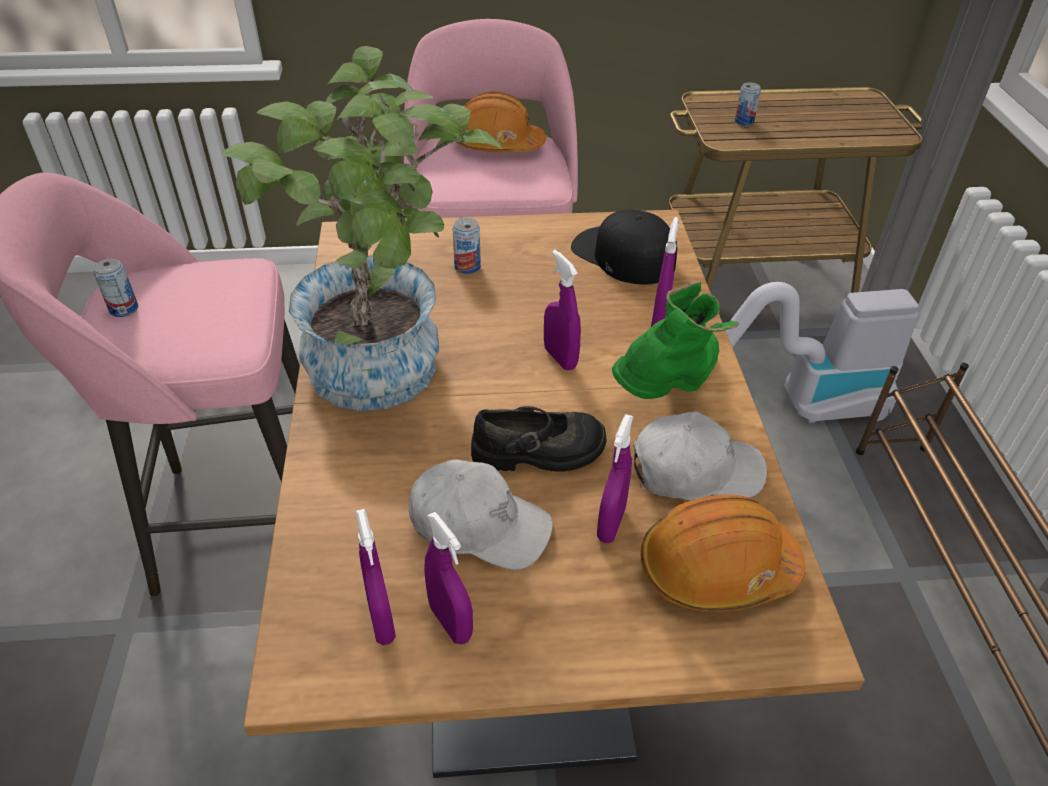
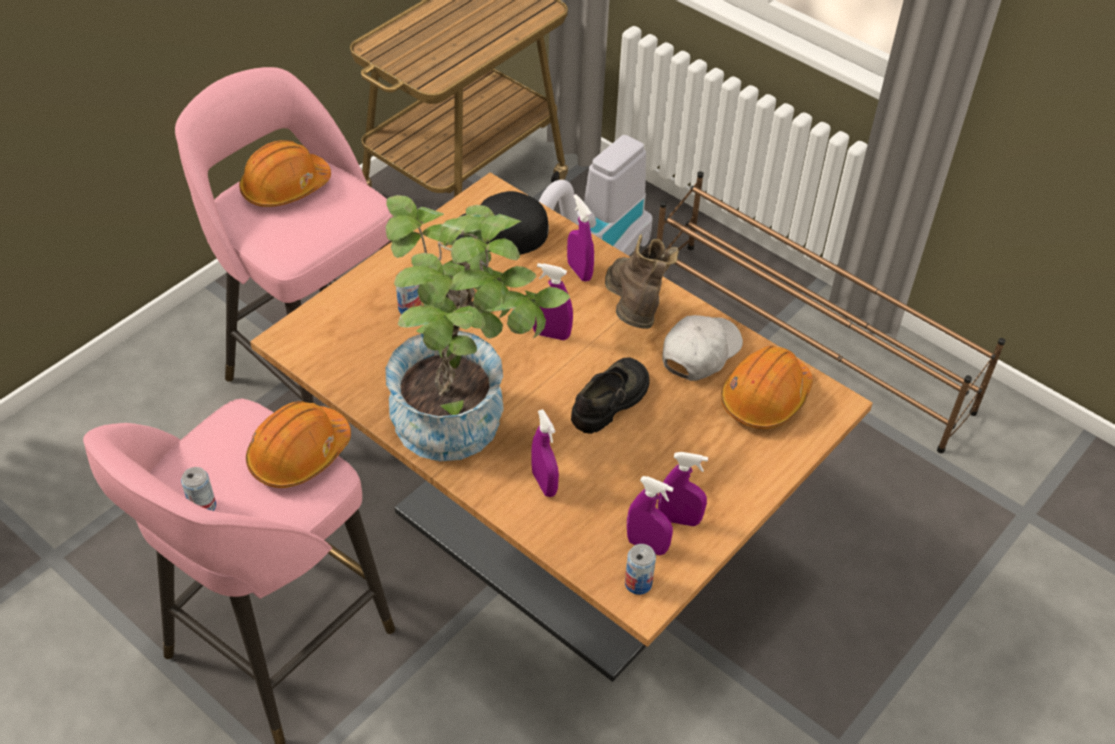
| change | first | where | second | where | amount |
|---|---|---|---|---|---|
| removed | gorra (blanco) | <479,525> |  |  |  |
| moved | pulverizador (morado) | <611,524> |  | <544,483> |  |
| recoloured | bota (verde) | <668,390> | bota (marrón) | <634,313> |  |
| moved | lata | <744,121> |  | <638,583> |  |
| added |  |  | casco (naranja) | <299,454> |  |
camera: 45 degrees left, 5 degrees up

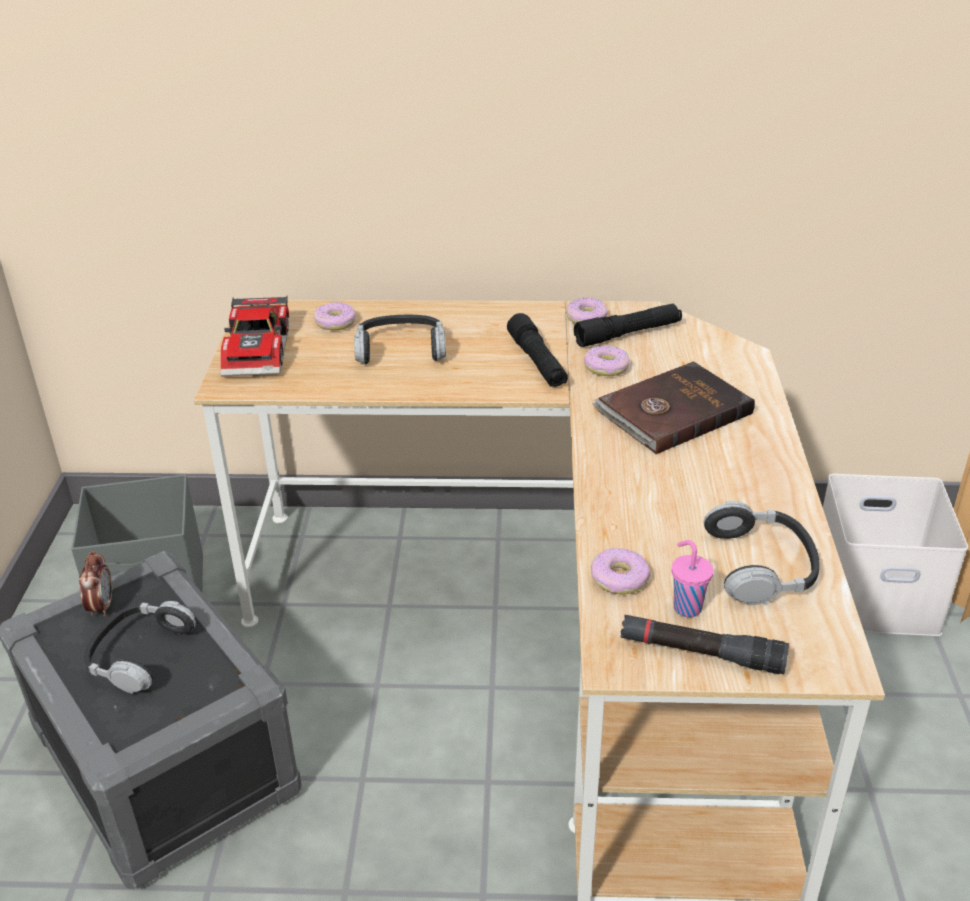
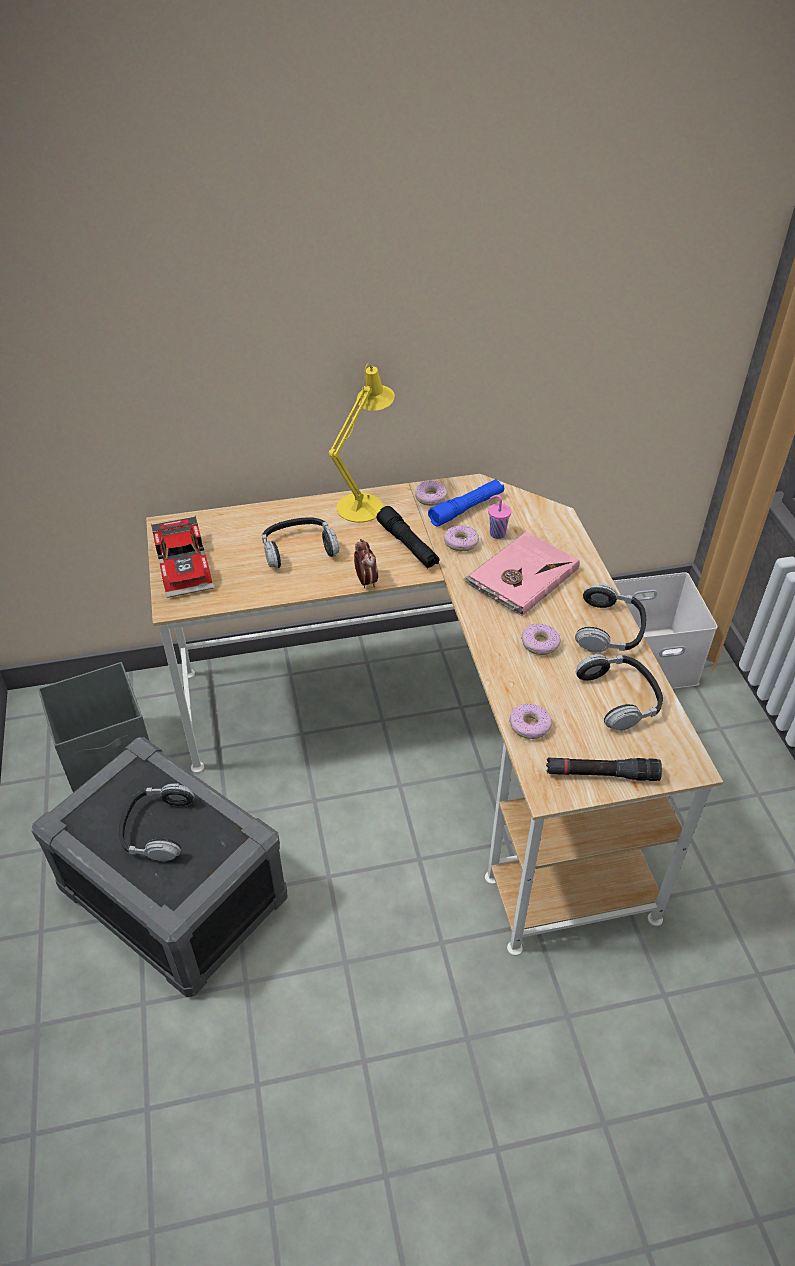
| change | first | where | second | where | amount |
|---|---|---|---|---|---|
| moved | despertador | <101,606> |  | <366,581> |  |
| moved | rosquilla | <335,322> |  | <540,644> |  |
| recoloured | linterna (negro) | <628,334> | linterna (azul) | <466,509> |  |
| recoloured | libro (marrón) | <672,412> | libro (rosa) | <521,576> |  |
| moved | taza (rosa) | <686,607> |  | <496,533> |  |
| added |  |  | lámpara de mesa (amarillo) | <364,504> |  |
| added |  |  | auriculares | <610,629> |  |
camera: 15 degrees left, 10 degrees up

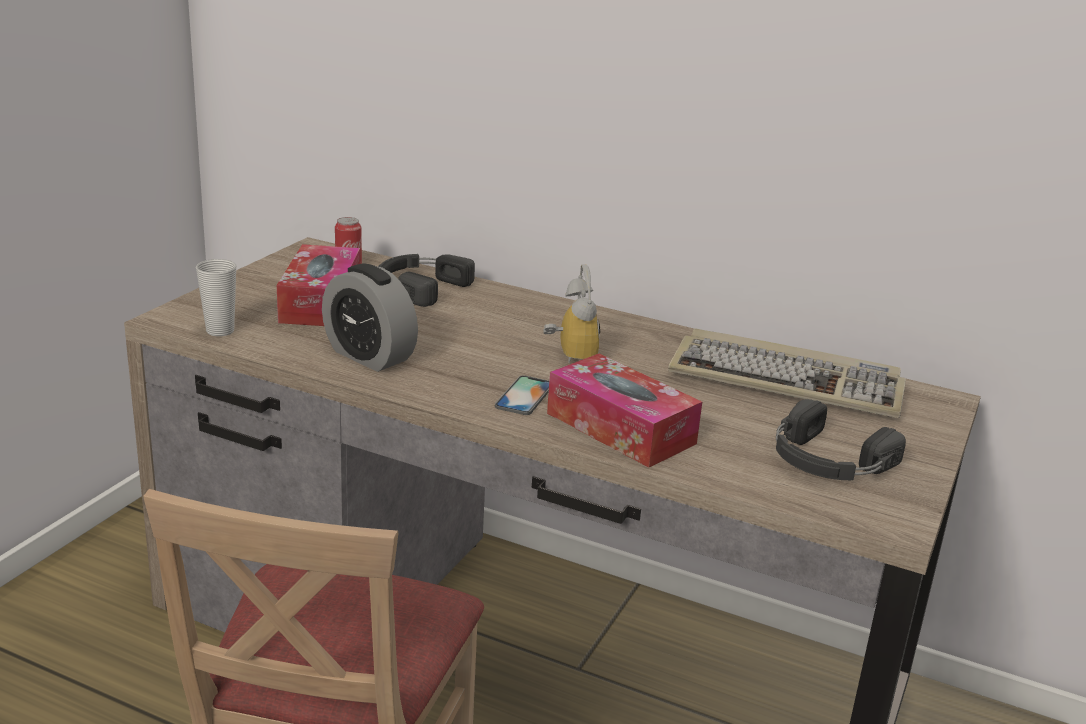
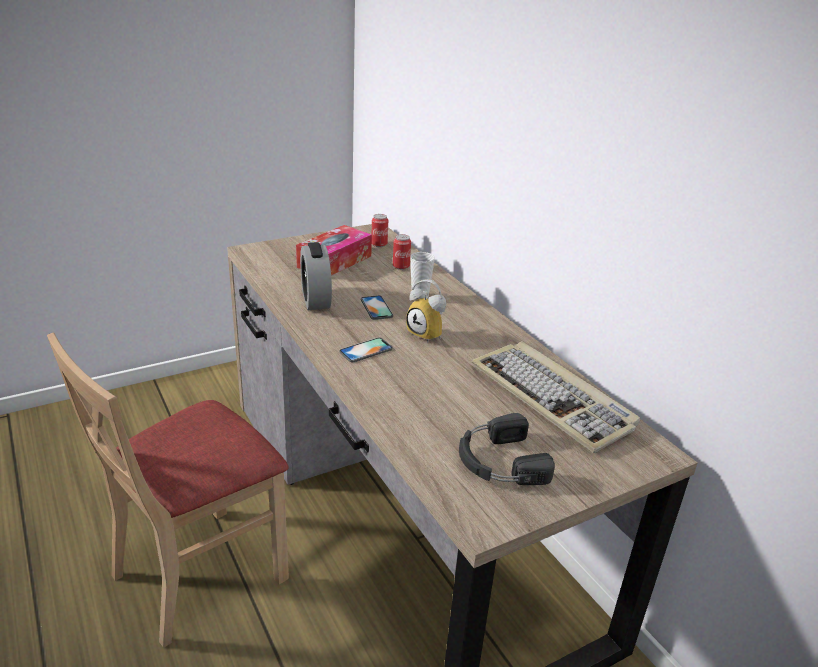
| change | first | where | second | where | amount |
|---|---|---|---|---|---|
| moved | taza | <220,331> |  | <420,296> |  |
| replaced | auriculares (negro) | <418,286> | lata | <401,266> |  |
| turned | despertador | <568,355> |  | <428,334> | 105 degrees clockwise |
| removed | caja de pañuelos | <620,428> |  |  |  |
| added |  |  | móvil | <376,308> |  |
camera: 35 degrees right, 5 degrees up

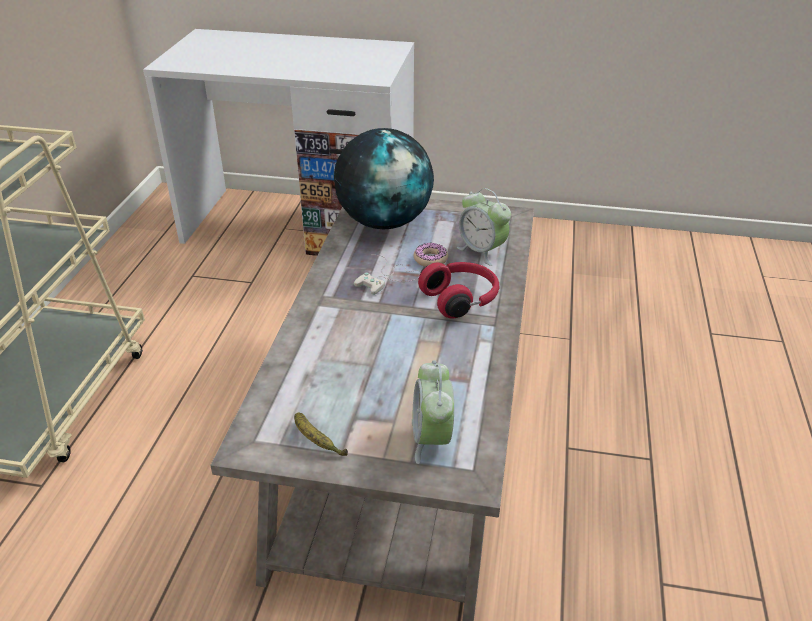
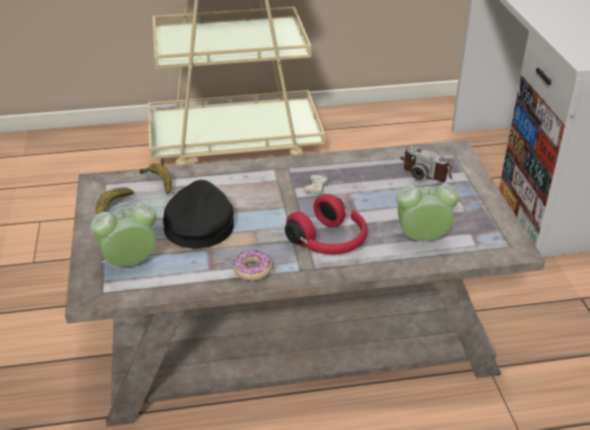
| change | first | where | second | where | amount |
|---|---|---|---|---|---|
| replaced | globo terráqueo | <384,222> | cámara | <427,170> |  |
| moved | rosquilla | <430,259> |  | <252,270> |  |
| turned | despertador | <482,251> |  | <422,239> | 60 degrees clockwise |
| added |  |  | plátano | <159,182> |  |
| added |  |  | gorra (negro) | <199,223> |  |
camera: 70 degrees right, 0 degrees up

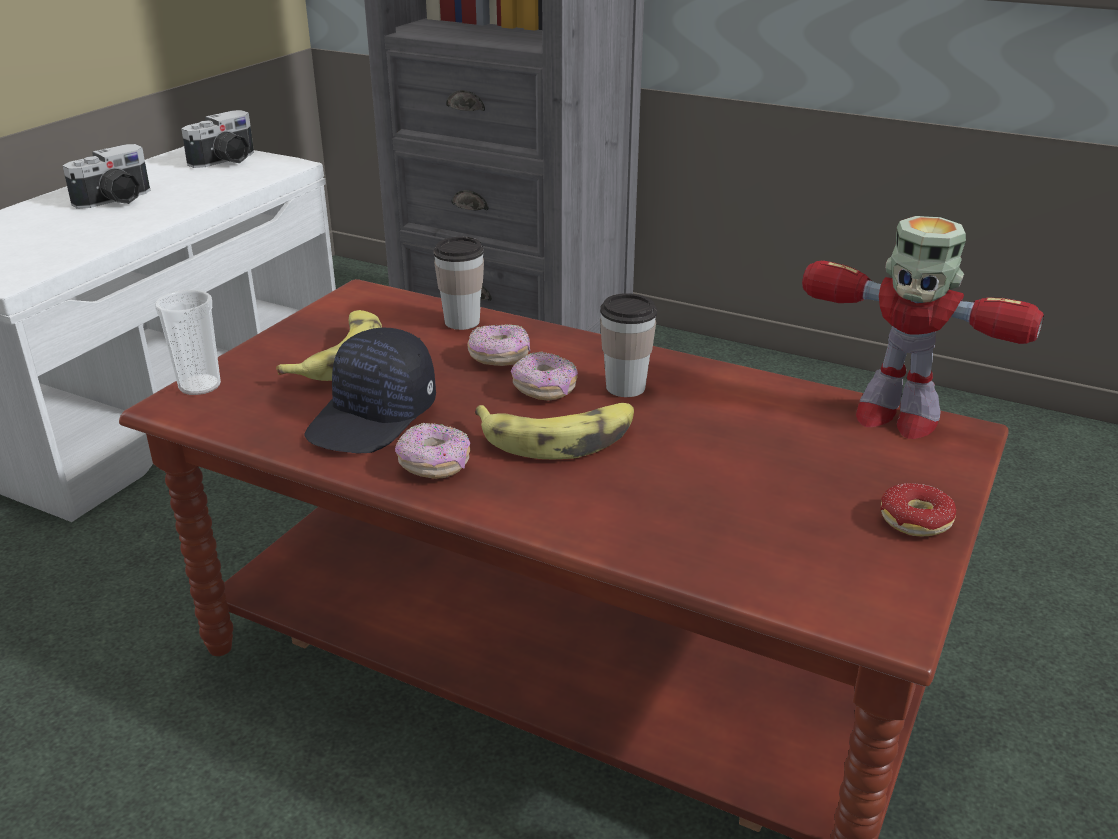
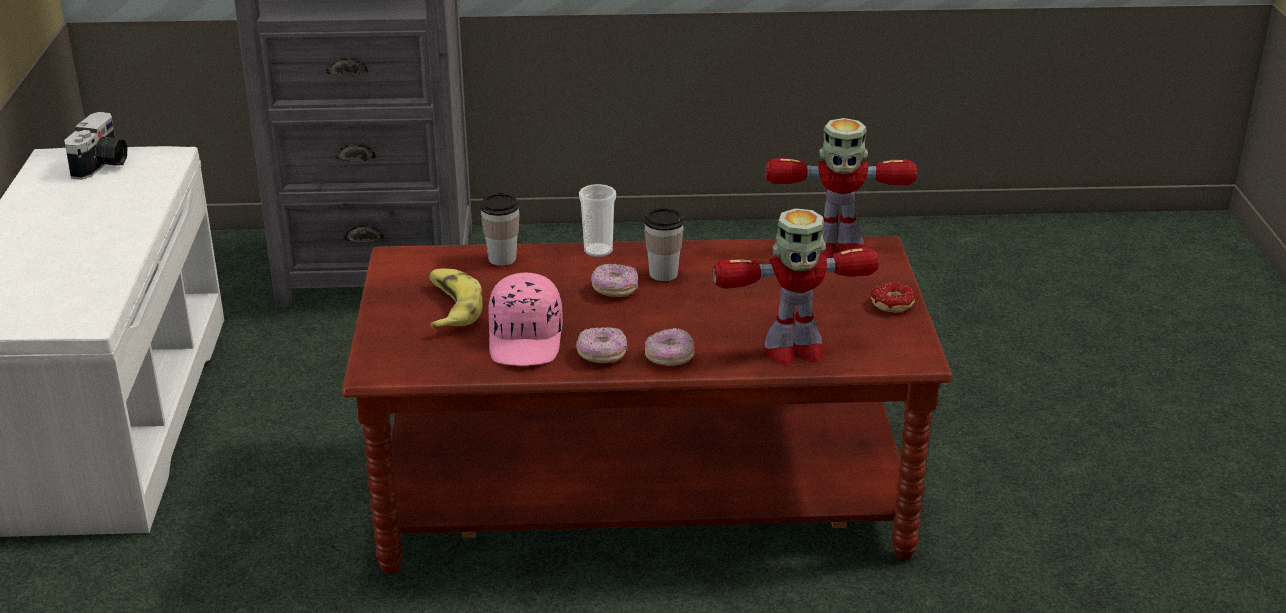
| change | first | where | second | where | amount |
|---|---|---|---|---|---|
| removed | cámara | <117,200> |  |  |  |
| moved | taza | <200,386> |  | <598,250> |  |
| recoloured | gorra (negro) | <374,418> | gorra (rosa) | <527,339> |  |
| moved | rosquilla | <499,358> |  | <669,358> |  |
| removed | plátano | <559,438> |  |  |  |
| added |  |  | robot de juguete | <792,350> |  |
camera: 30 degrees left, 0 degrees up

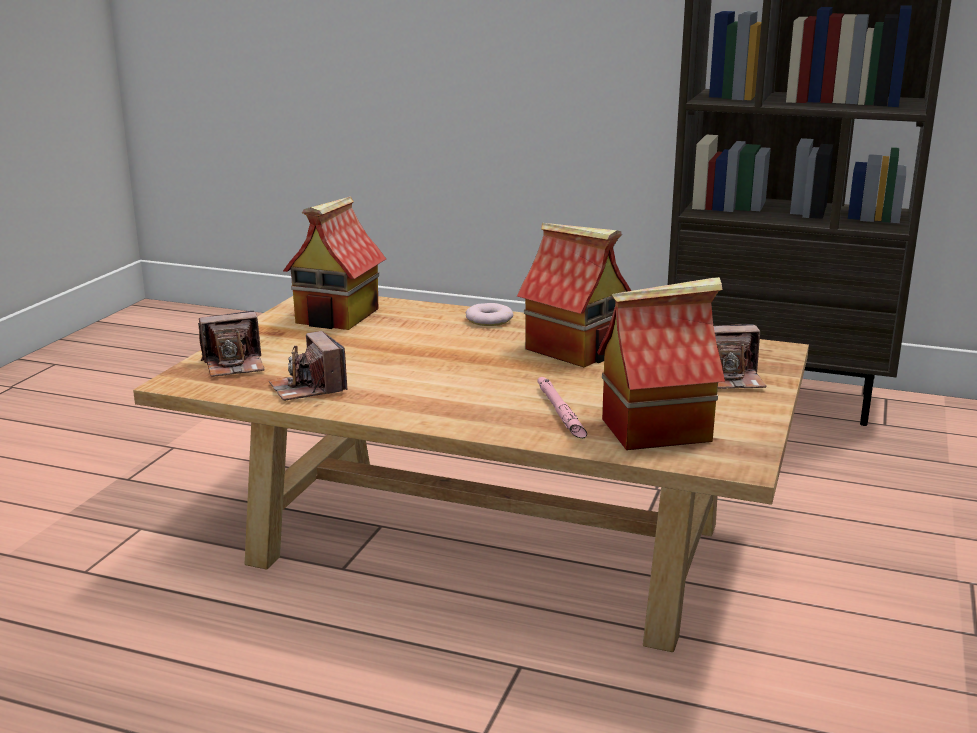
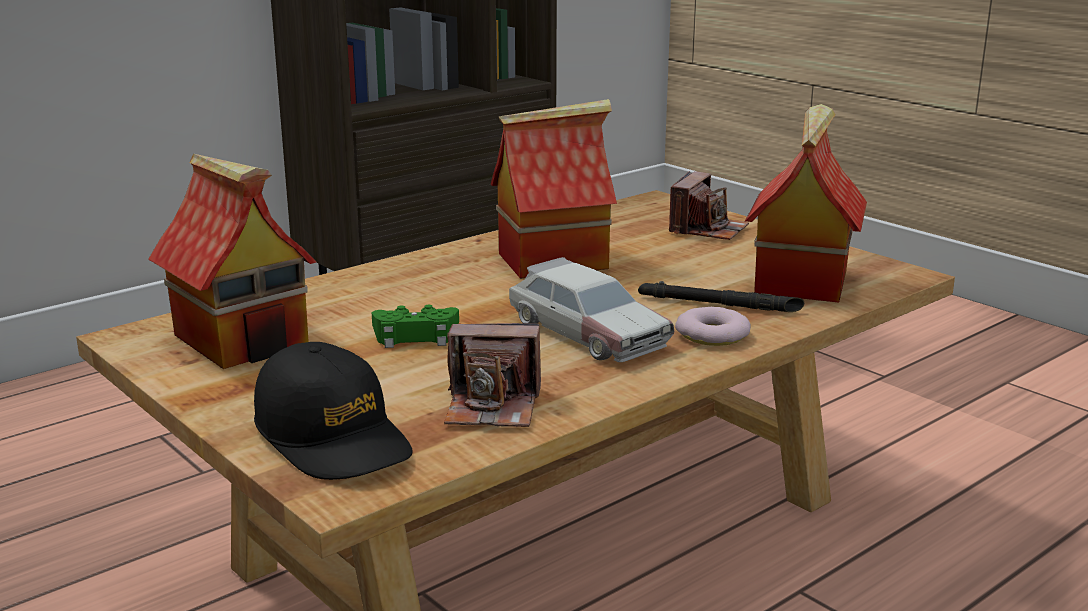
| change | first | where | second | where | amount |
|---|---|---|---|---|---|
| replaced | cámara | <234,365> | gorra (negro) | <333,437> |  |
| moved | rosquilla | <488,320> |  | <712,334> |  |
| recoloured | linterna (rosa) | <560,412> | linterna (negro) | <719,304> |  |
| added |  |  | mando de consola (verde) | <415,336> |  |
| added |  |  | coche de juguete | <586,332> |  |
camera: 60 degrees left, 0 degrees up

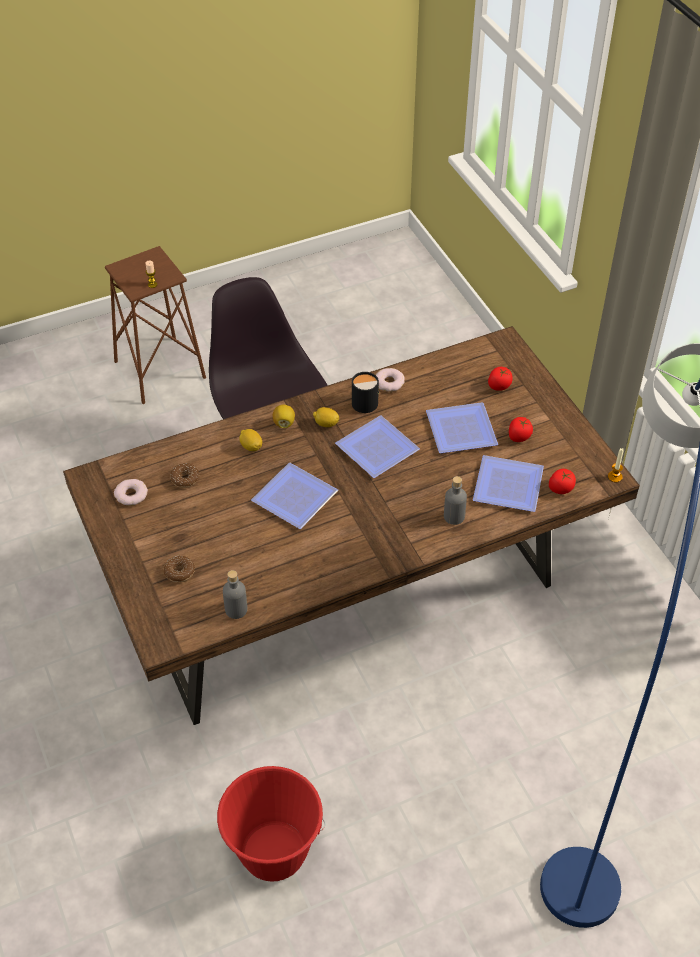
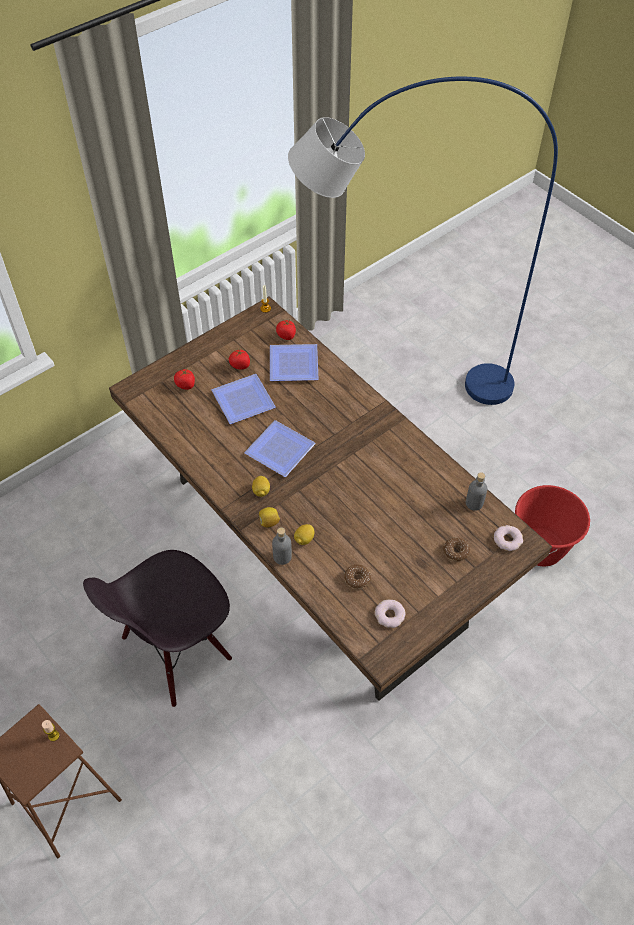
| change | first | where | second | where | amount |
|---|---|---|---|---|---|
| removed | plato | <294,495> |  |  |  |
| removed | taza grande (negro) | <364,401> |  |  |  |
| moved | rosquilla | <389,382> |  | <507,539> |  |
| moved | botella (gris) | <454,516> |  | <282,556> |  |
camera: 105 degrees left, 5 degrees up

